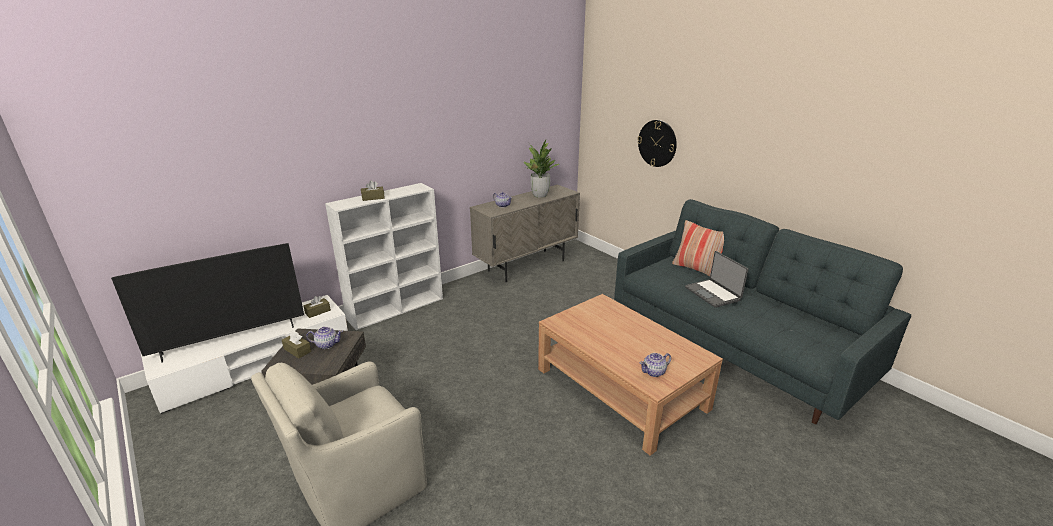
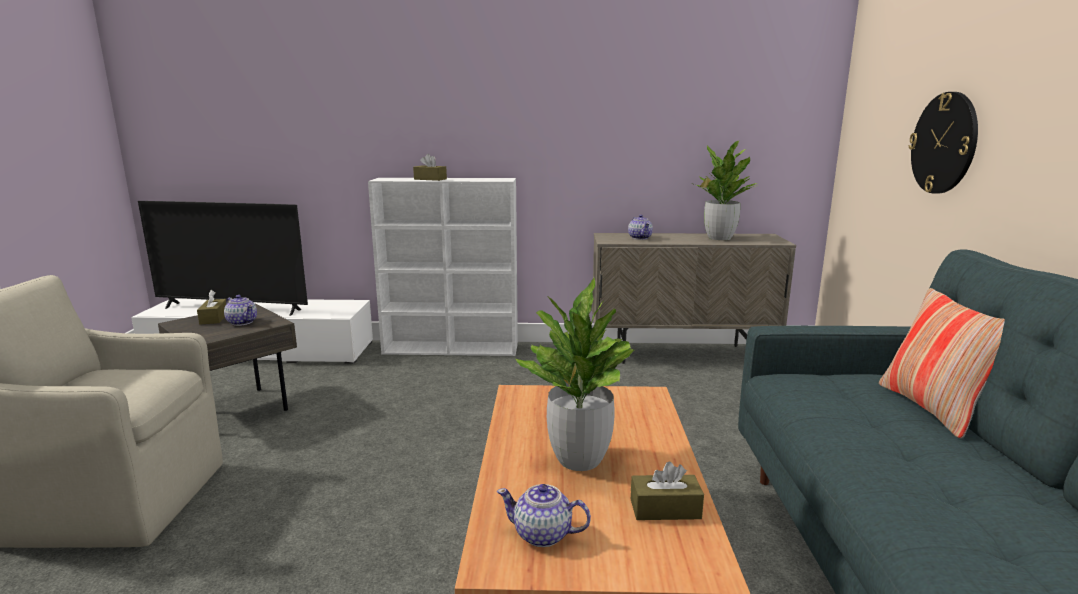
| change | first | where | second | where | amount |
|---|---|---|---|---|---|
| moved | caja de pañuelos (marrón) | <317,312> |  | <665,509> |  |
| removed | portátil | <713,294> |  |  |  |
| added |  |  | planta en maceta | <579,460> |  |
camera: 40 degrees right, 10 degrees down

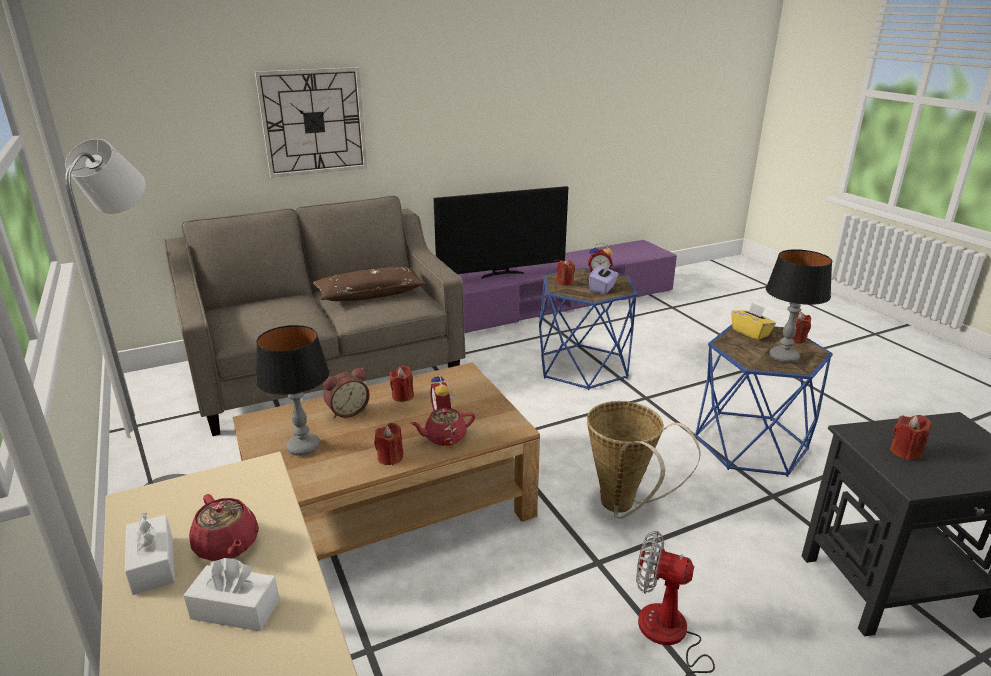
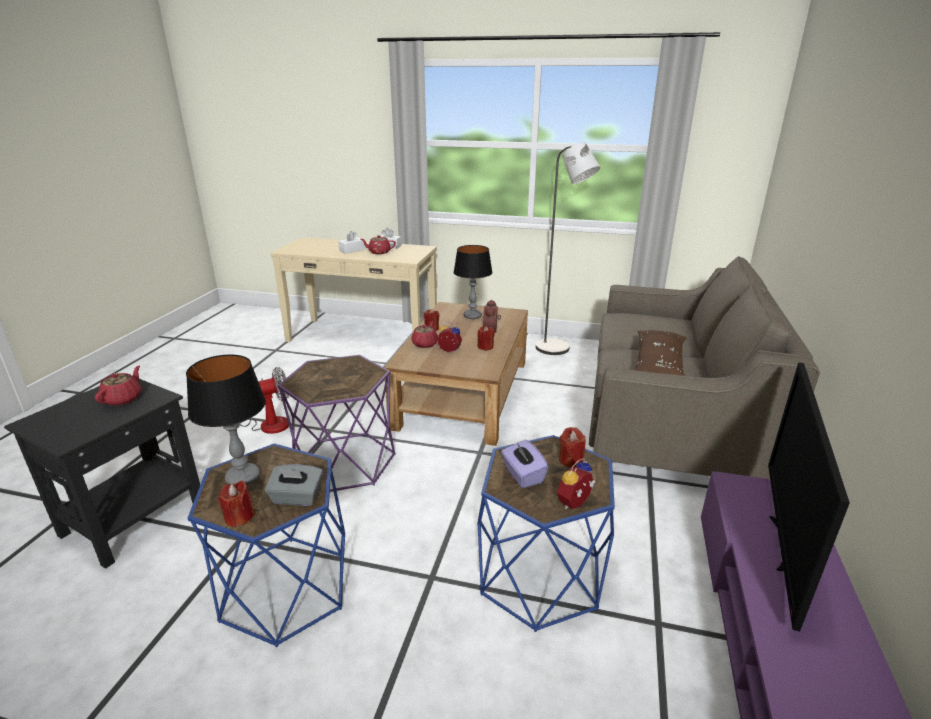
| change | first | where | second | where | amount |
|---|---|---|---|---|---|
| removed | reloj de pared | <313,122> |  |  |  |
| replaced | cesta | <623,507> | mesa auxiliar (morado) | <345,463> |  |
| recoloured | caja de pañuelos (amarillo) | <751,332> | caja de pañuelos (gris) | <296,498> |  |
| replaced | vela (rojo) | <905,452> | tetera (rojo) | <123,398> |  |
camera: 130 degrees right, 0 degrees up

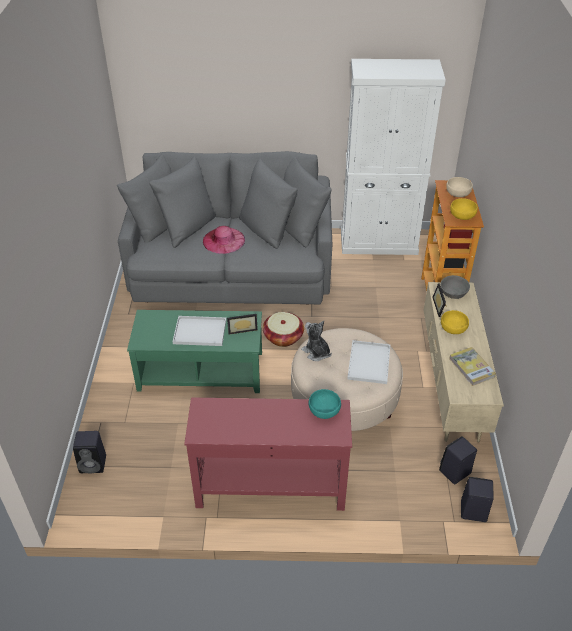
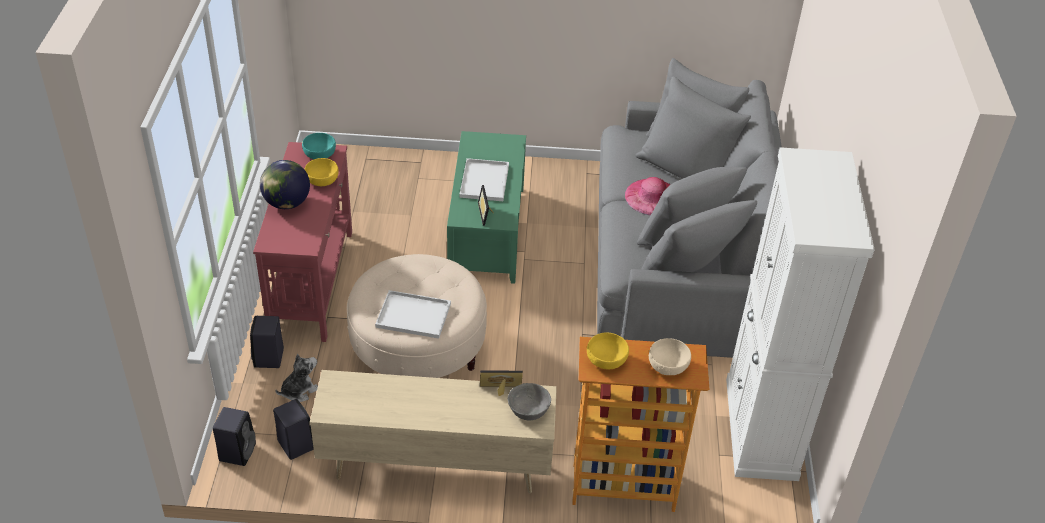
| change | first | where | second | where | amount |
|---|---|---|---|---|---|
| moved | altavoz (negro) | <94,464> |  | <269,358> |  |
| removed | cesta | <283,337> |  |  |  |
| moved | peluche | <316,352> |  | <299,390> |  |
| moved | cuenco (turquesa) | <324,411> |  | <319,154> |  |
| moved | cuenco (amarillo) | <453,328> |  | <322,180> |  |
| removed | libro | <471,368> |  |  |  |
| added |  |  | globo terráqueo | <286,203> |  |
camera: 90 degrees right, 0 degrees up

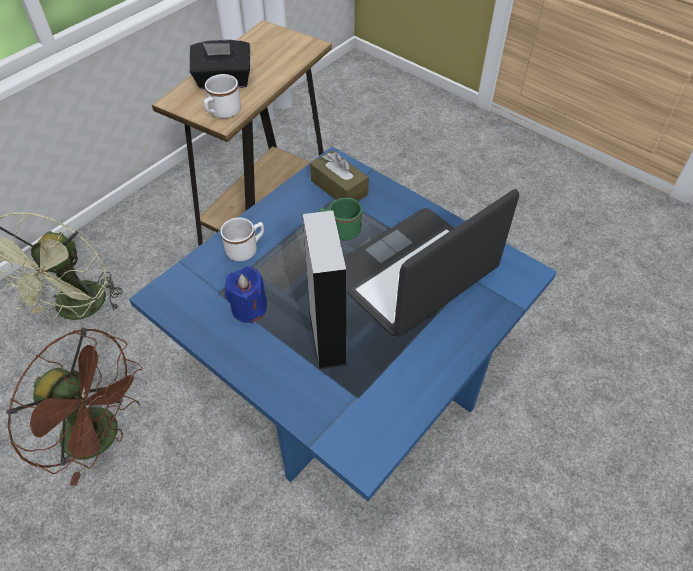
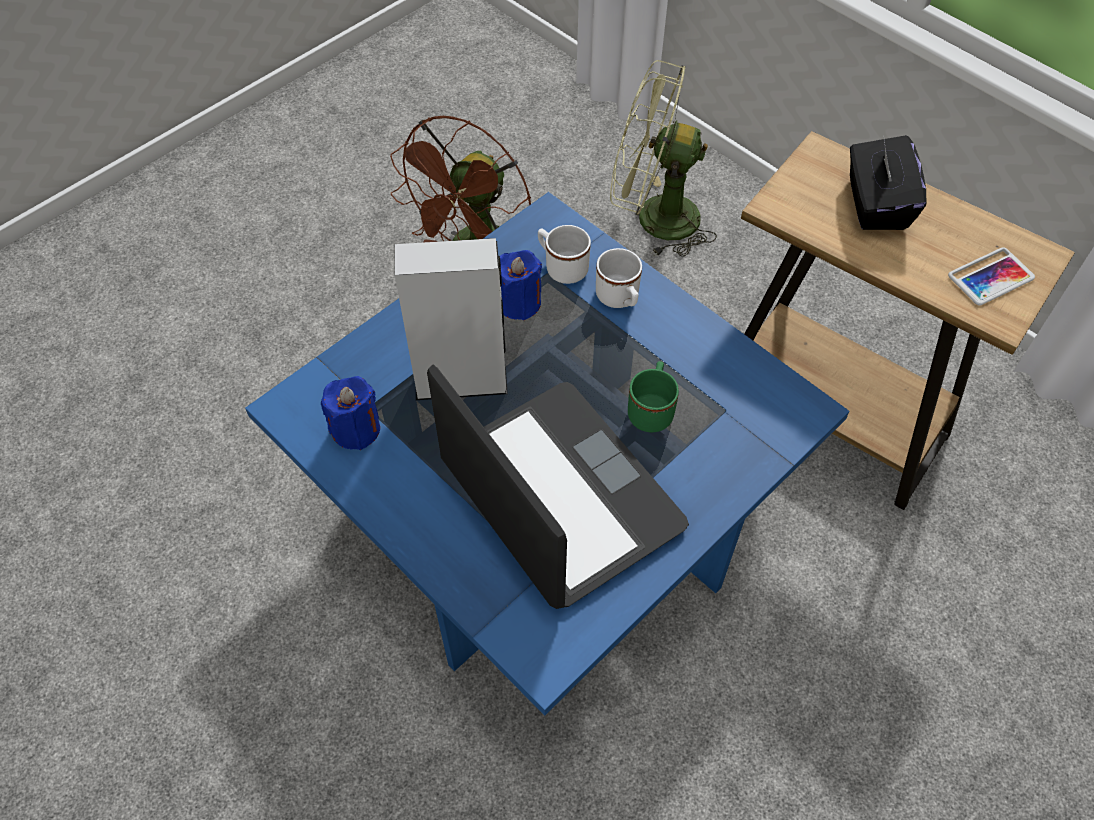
| change | first | where | second | where | amount |
|---|---|---|---|---|---|
| moved | taza grande (blanco) | <222,113> |  | <561,267> |  |
| removed | caja de pañuelos (marrón) | <339,187> |  |  |  |
| added |  |  | vela (azul) | <356,429> |  |
| added |  |  | móvil | <990,277> |  |
camera: 95 degrees right, 5 degrees up

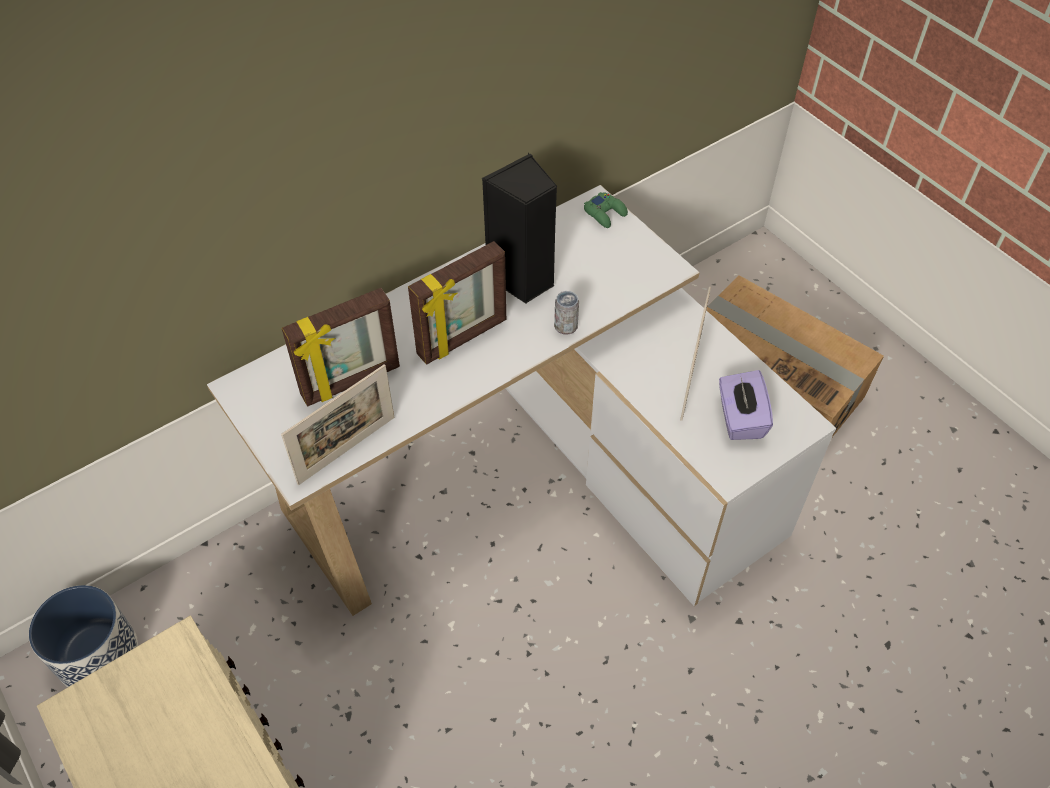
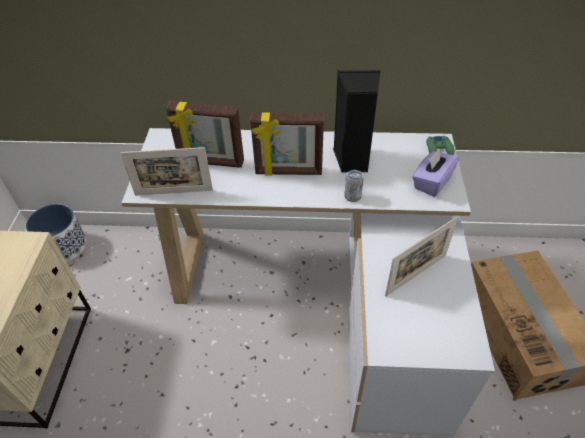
| change | first | where | second | where | amount |
|---|---|---|---|---|---|
| moved | caja de pañuelos (morado) | <740,418> |  | <431,182> |  |
camera: 40 degrees right, 5 degrees down

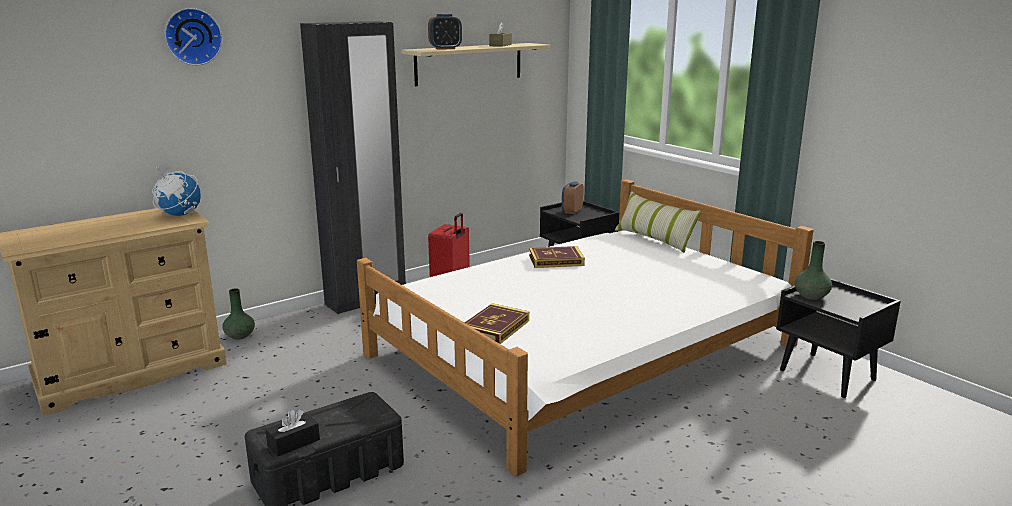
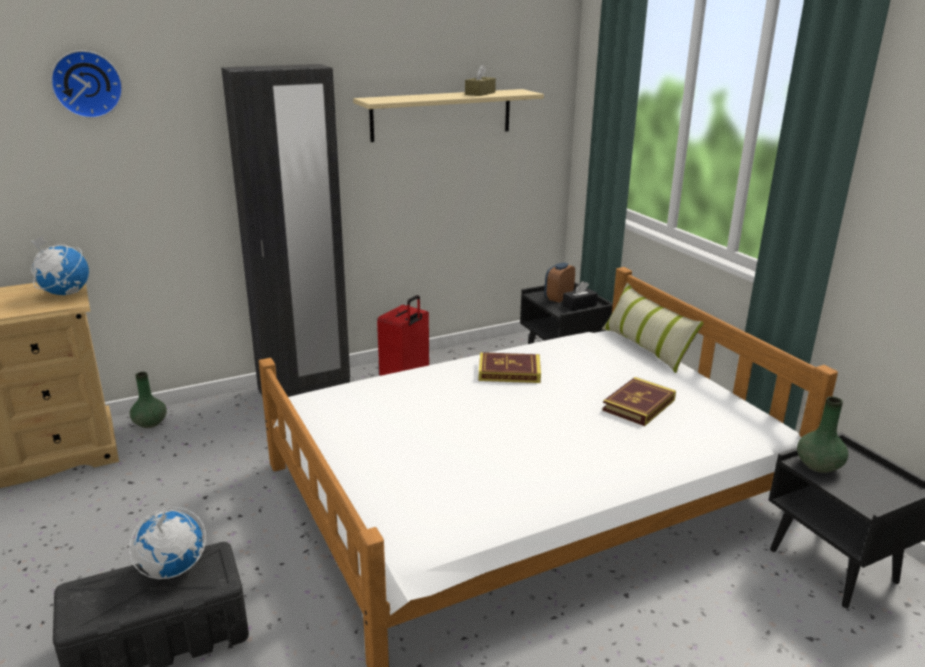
| change | first | where | second | where | amount |
|---|---|---|---|---|---|
| moved | caja de pañuelos (negro) | <293,442> |  | <579,305> |  |
| removed | despertador | <445,48> |  |  |  |
| moved | libro | <495,327> |  | <639,405> |  |
| added |  |  | globo terráqueo | <172,570> |  |
camera: 10 degrees right, 5 degrees up

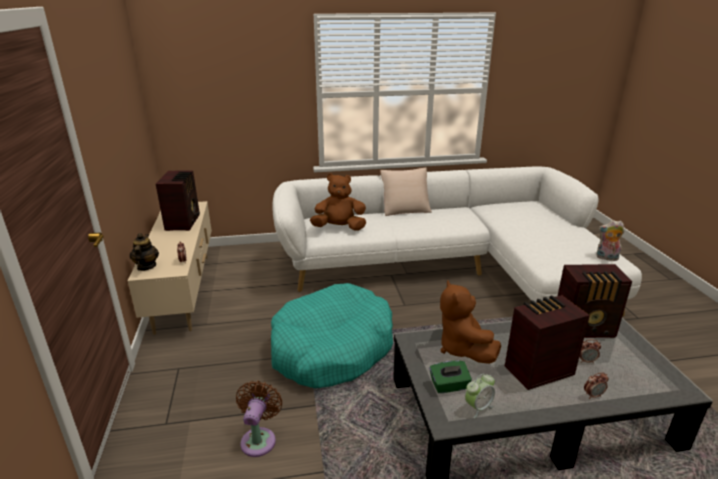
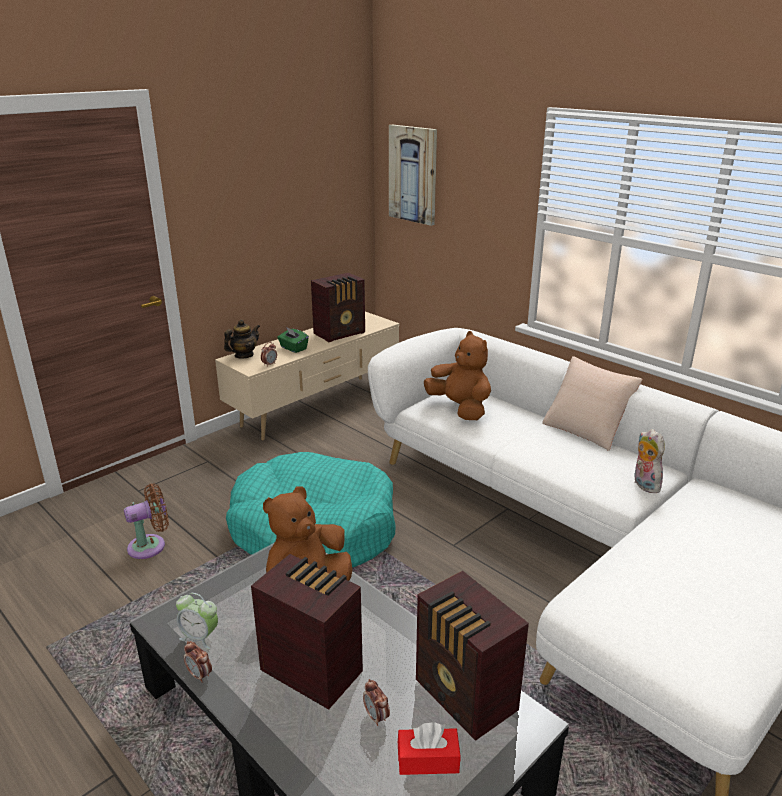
| change | first | where | second | where | amount |
|---|---|---|---|---|---|
| moved | caja de pañuelos (verde) | <449,386> |  | <293,348> |  |
| moved | despertador | <593,395> |  | <200,675> |  |
| moved | peluche | <606,258> |  | <643,484> |  |
| added |  |  | cuadro | <413,174> |  |
| added |  |  | caja de pañuelos (rojo) | <428,760> |  |
camera: 55 degrees right, 0 degrees up

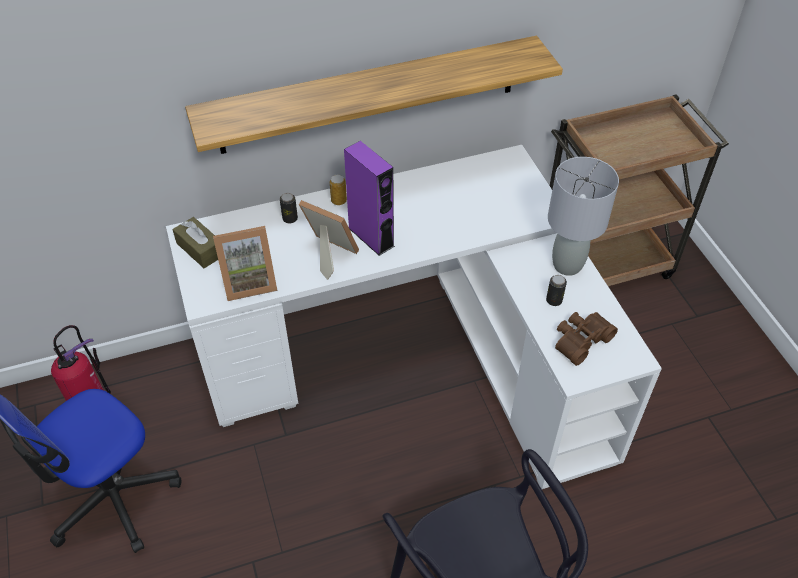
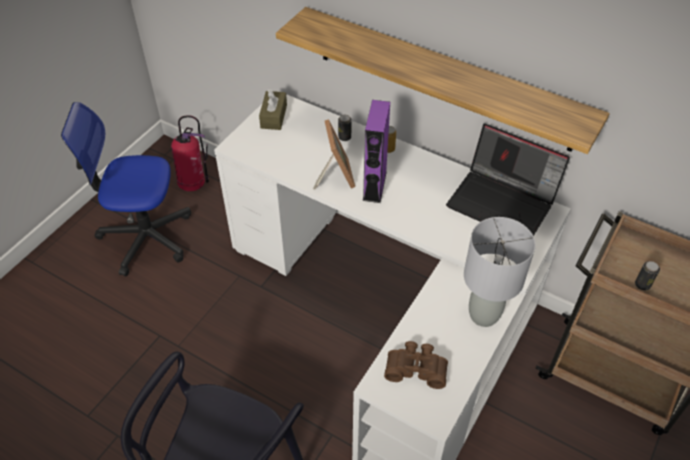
| change | first | where | second | where | amount |
|---|---|---|---|---|---|
| removed | portarretratos | <249,281> |  |  |  |
| moved | lata | <554,300> |  | <642,284> |  |
| added |  |  | portátil | <503,202> |  |
camera: 50 degrees right, 0 degrees up

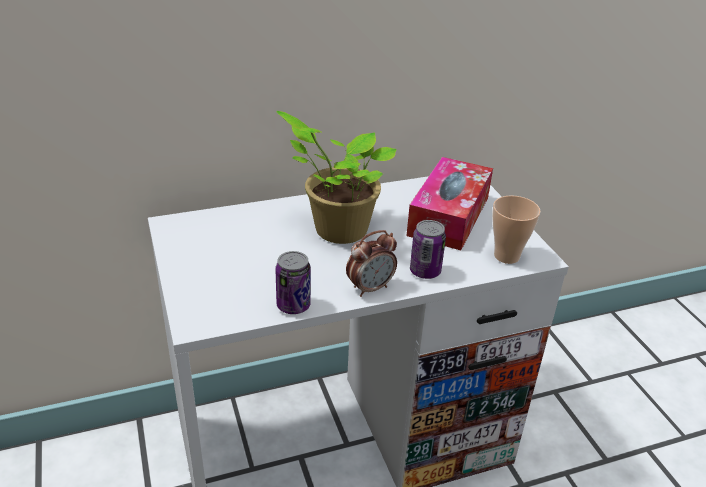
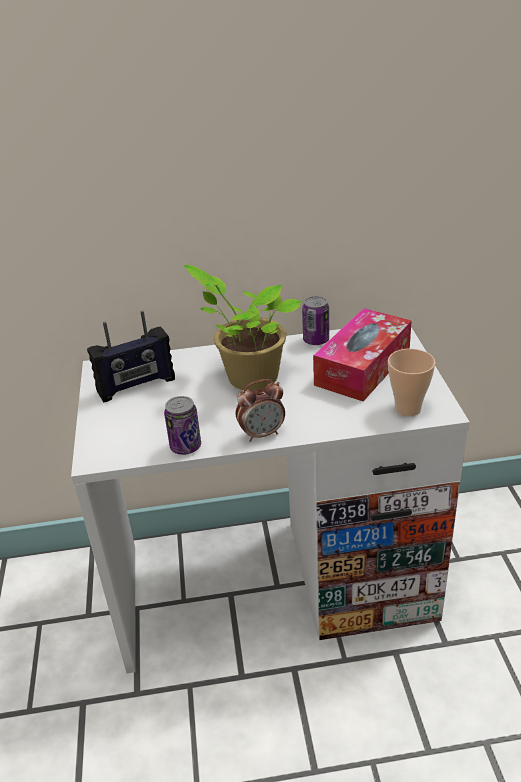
| change | first | where | second | where | amount |
|---|---|---|---|---|---|
| moved | lata | <425,271> |  | <316,340> |  |
| added |  |  | radio | <136,386> |  |
camera: 15 degrees right, 0 degrees up

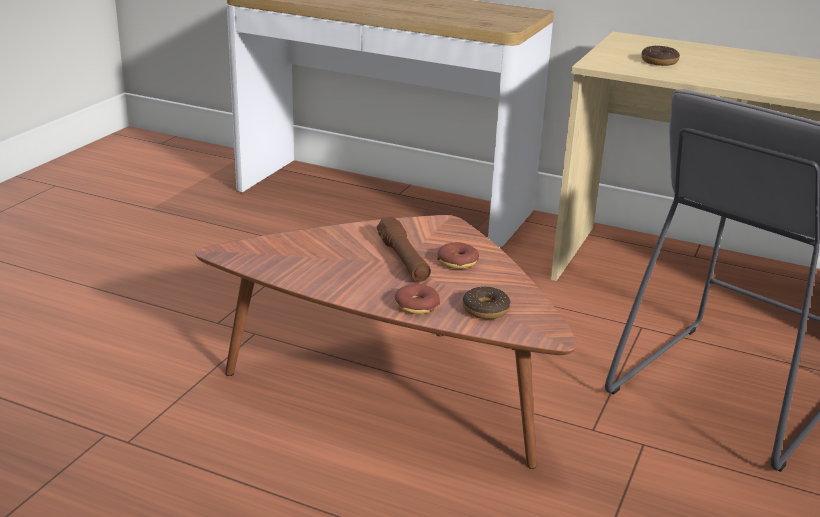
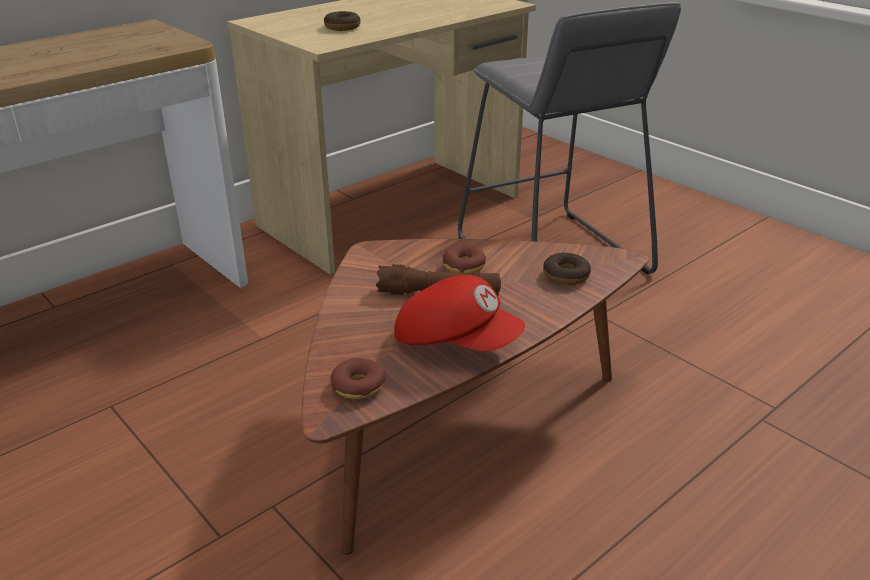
| change | first | where | second | where | amount |
|---|---|---|---|---|---|
| moved | rosquilla | <416,306> |  | <358,386> |  |
| added |  |  | gorra (rojo) | <456,341> |  |
camera: 65 degrees left, 5 degrees up

